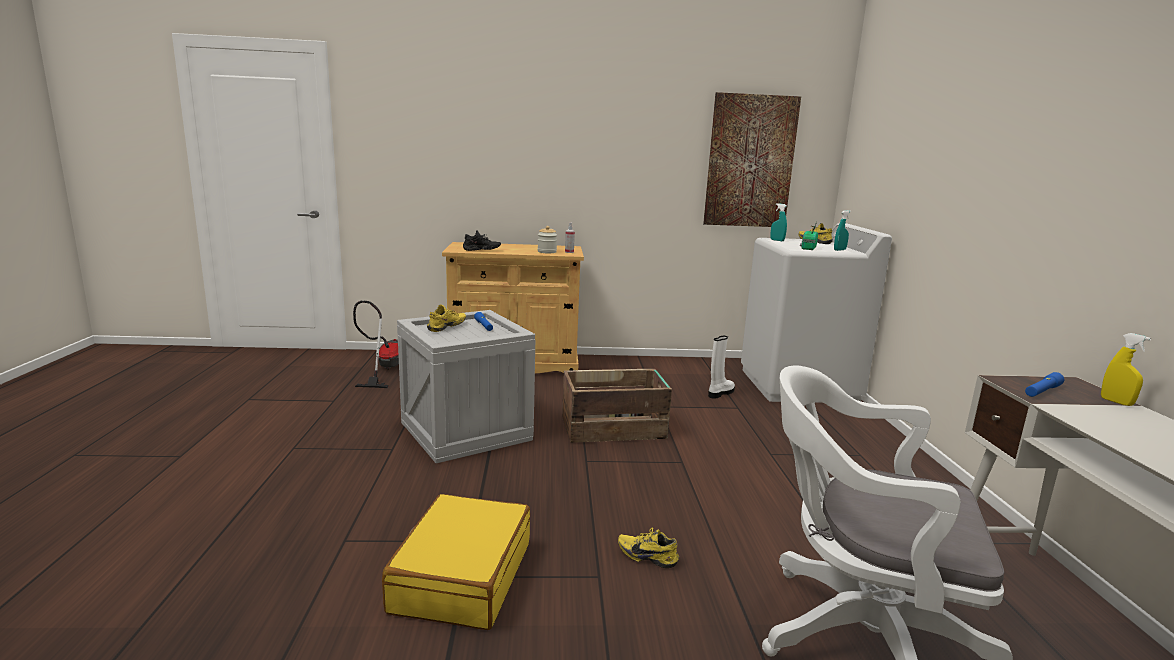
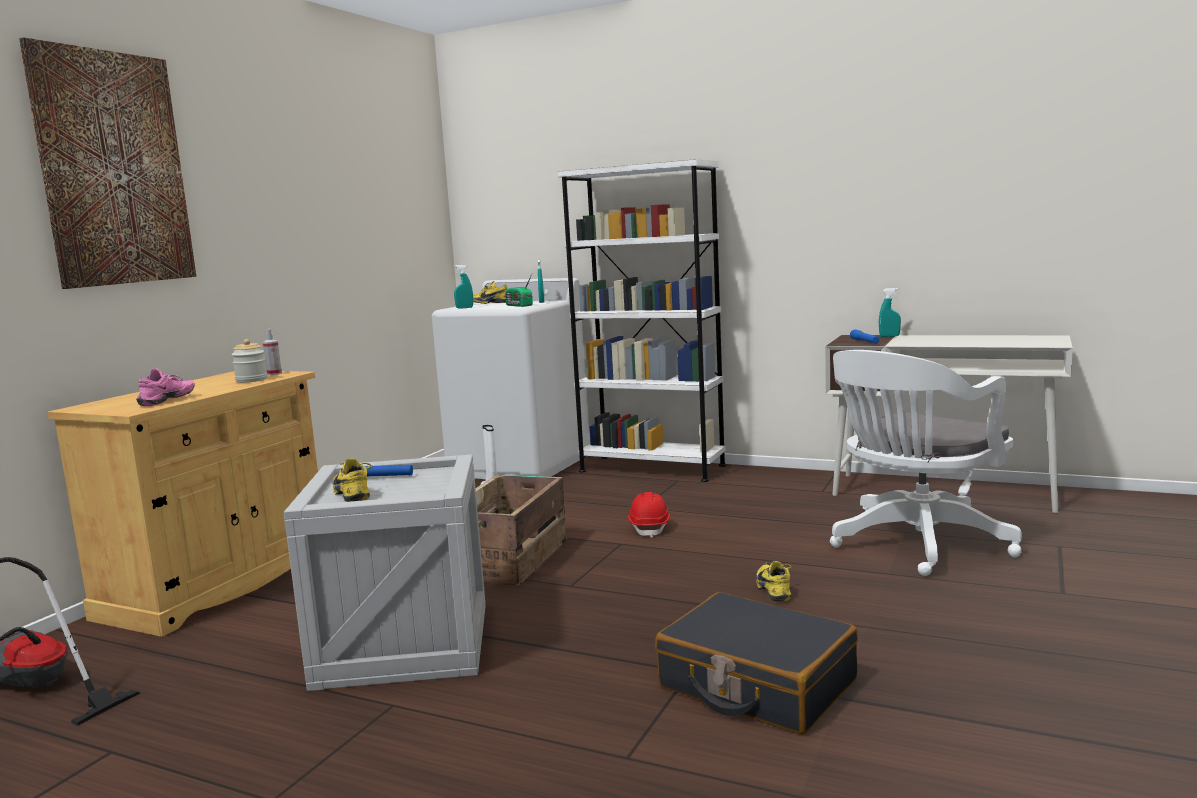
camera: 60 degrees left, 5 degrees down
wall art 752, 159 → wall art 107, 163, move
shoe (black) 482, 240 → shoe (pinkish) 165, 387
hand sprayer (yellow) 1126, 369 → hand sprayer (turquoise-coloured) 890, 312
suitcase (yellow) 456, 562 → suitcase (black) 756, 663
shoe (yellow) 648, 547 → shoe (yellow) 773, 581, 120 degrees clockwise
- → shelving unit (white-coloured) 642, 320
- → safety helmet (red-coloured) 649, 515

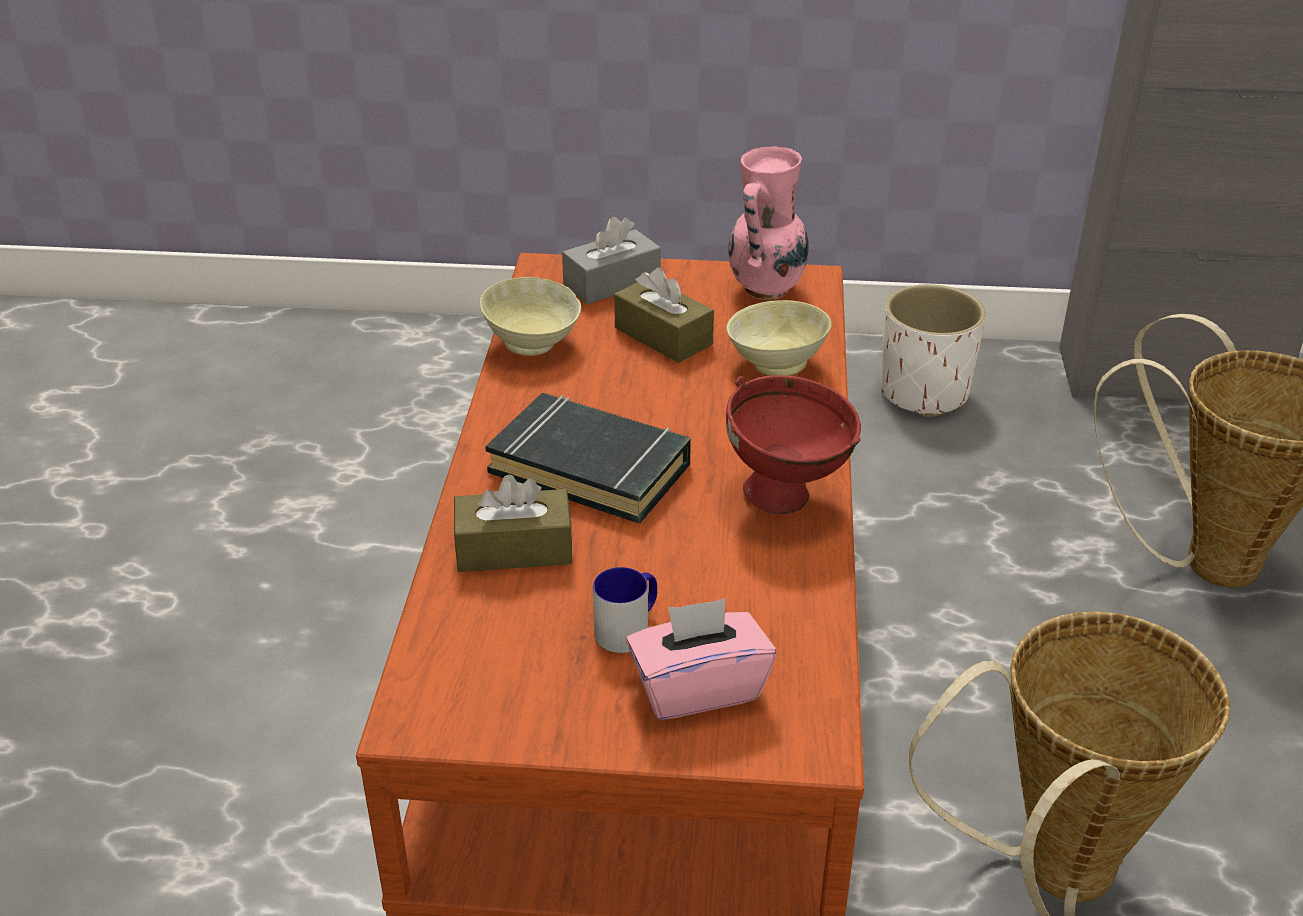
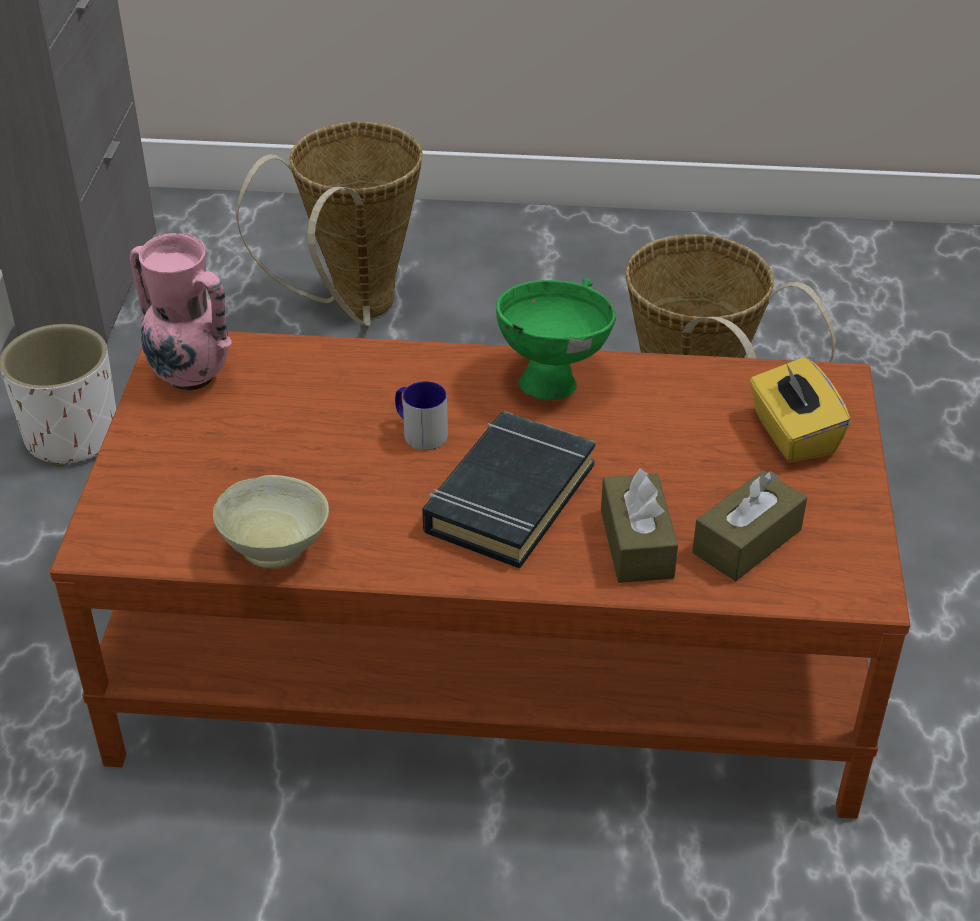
camera: 90 degrees left, 5 degrees up
box of tissues (grey) 611, 260 → -
box of tissues (brownish) 664, 315 → box of tissues (brownish) 749, 525, move
bowl (sand-coloured) 779, 338 → -
bowl (red-coloured) 793, 444 → bowl (greenish) 556, 339
coffee mug 625, 610 → coffee mug 421, 415, move
box of tissues (pinkish) 701, 659 → box of tissues (yellow) 800, 410

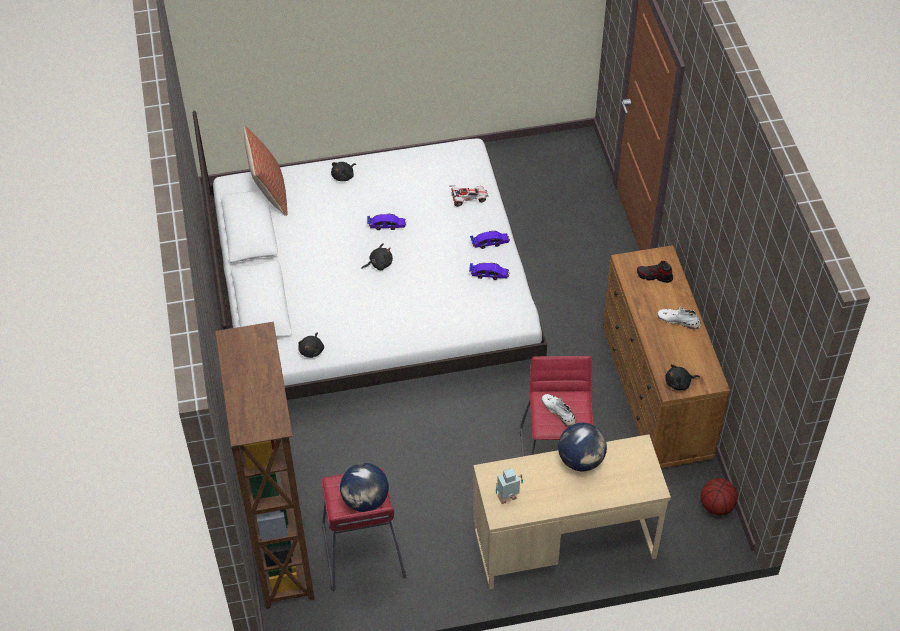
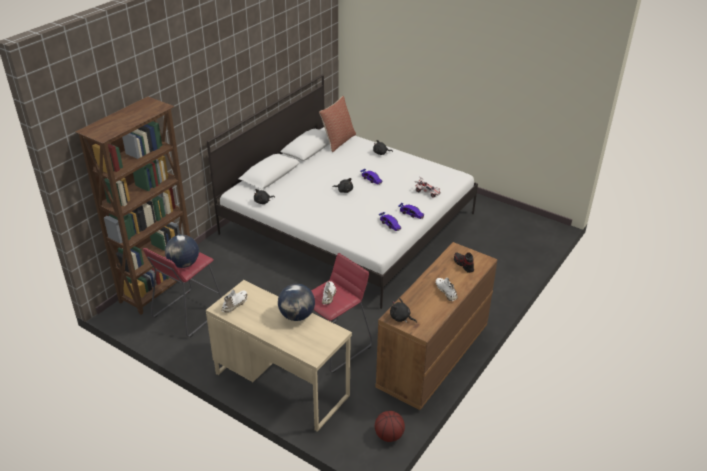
camera: 45 degrees right, 15 degrees down
robot figure 509, 486 → shoe (white-coloured) 234, 301

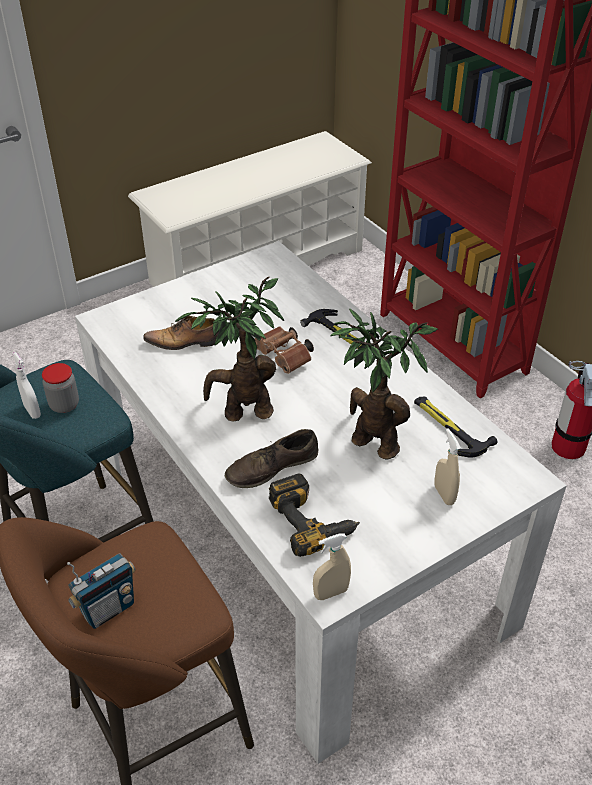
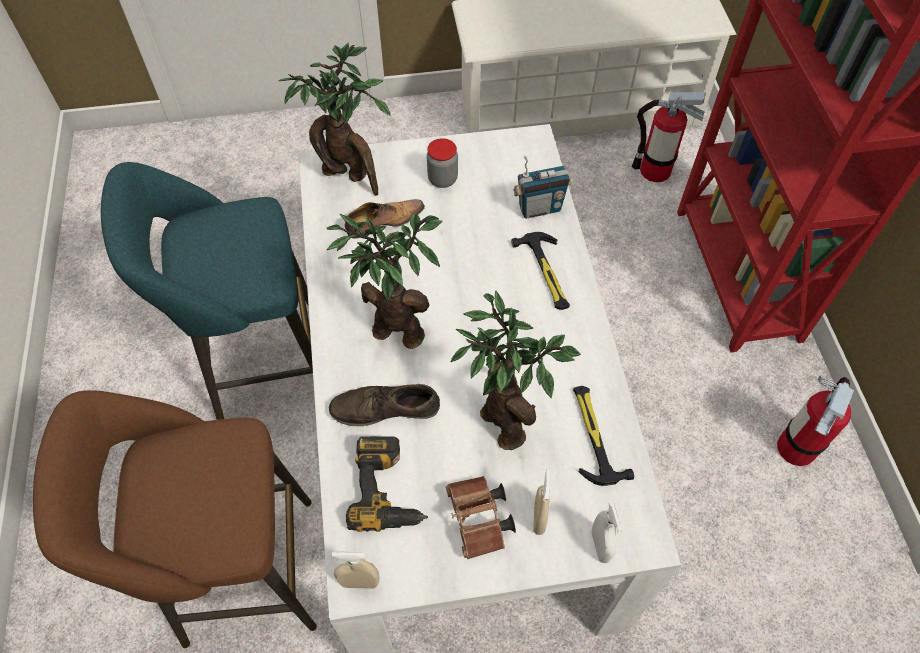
camera: 25 degrees right, 15 degrees up
shoe 181, 333 → shoe 385, 219, 135 degrees clockwise
pair of binoculars (brownish) 284, 350 → pair of binoculars (brownish) 481, 517, move
hand sprayer (white-coloured) 26, 385 → hand sprayer (white-coloured) 606, 532, move
jar 60, 388 → jar 442, 163, move
radio 101, 591 → radio 542, 187, move
- → plant in a pot 334, 119
- → fire-fighting cylinder 669, 137

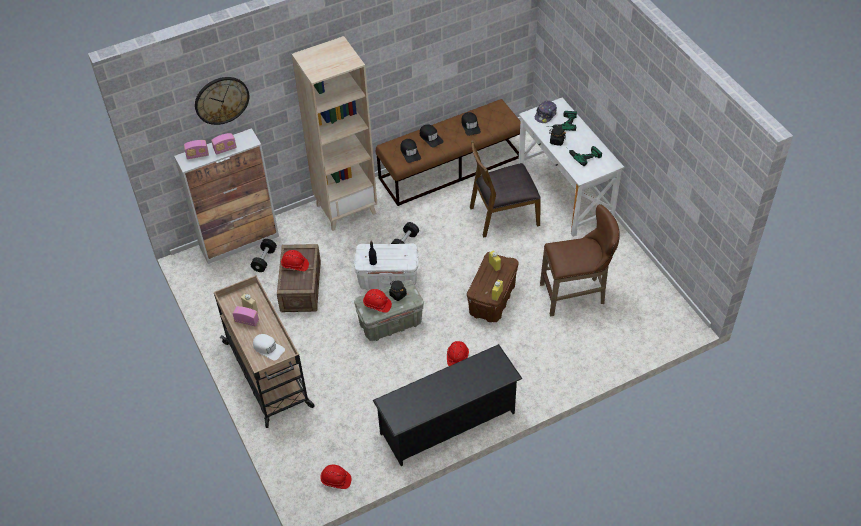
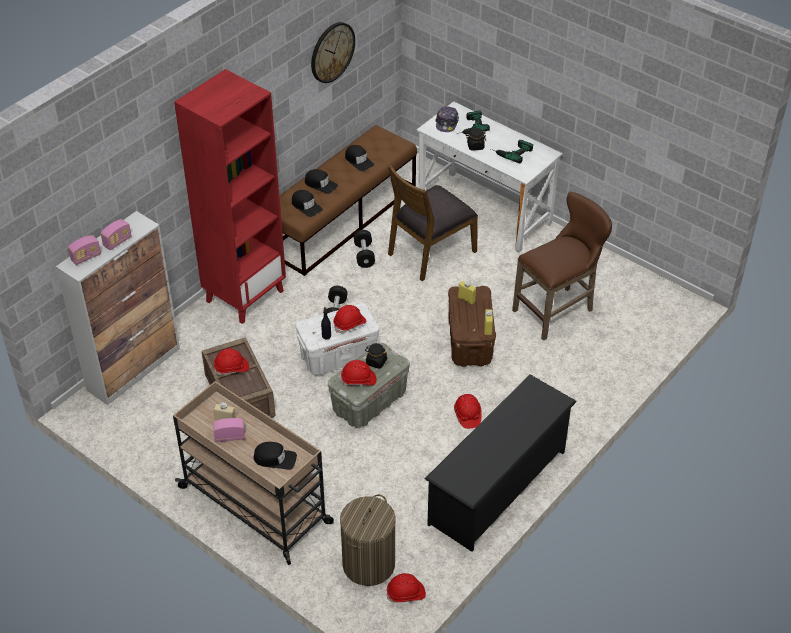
camera: 25 degrees left, 5 degrees down
shelving unit (sand-coloured) 334, 133 → shelving unit (red-coloured) 230, 196
wall clock 222, 101 → wall clock 333, 52, move
free weight (black) 263, 255 → free weight (black) 364, 249, move
baseball cap (white-coloured) 269, 347 → baseball cap (black) 275, 456
- → safety helmet (red-coloured) 350, 319
- → hamper 368, 540

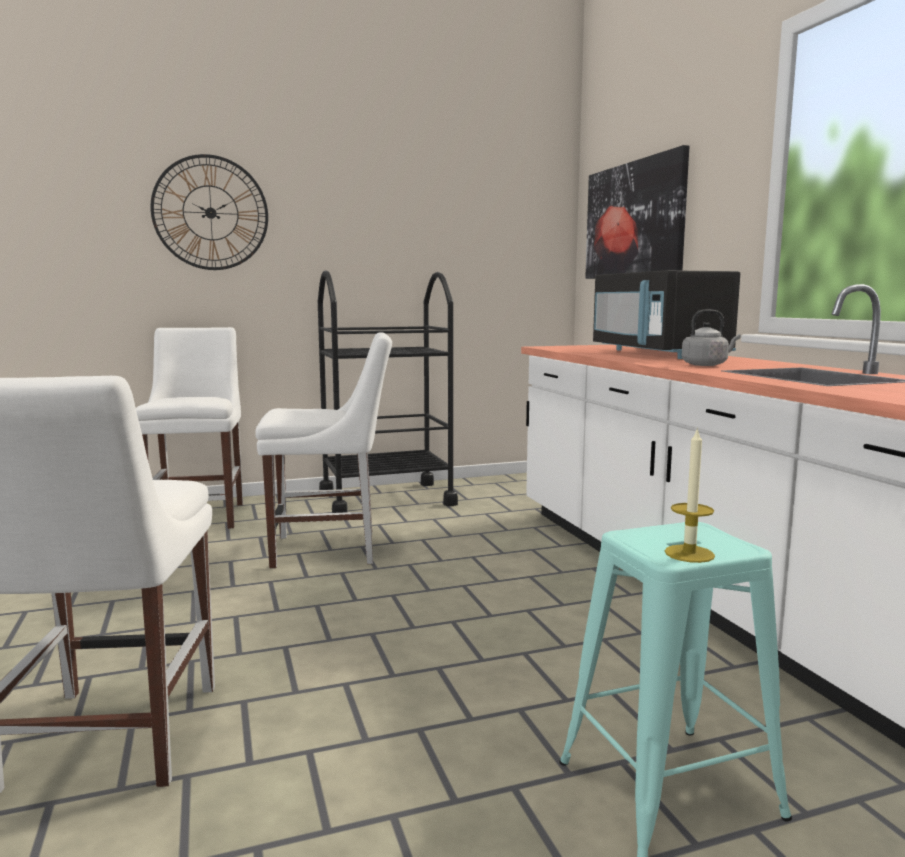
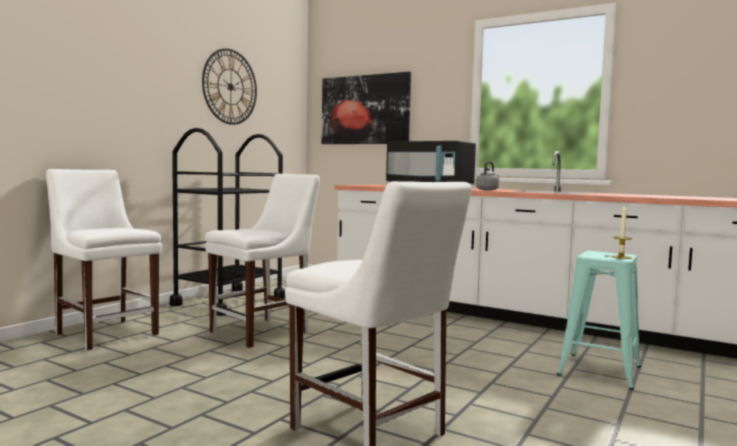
camera: 40 degrees left, 5 degrees down
wall clock 209, 212 → wall clock 229, 86, move

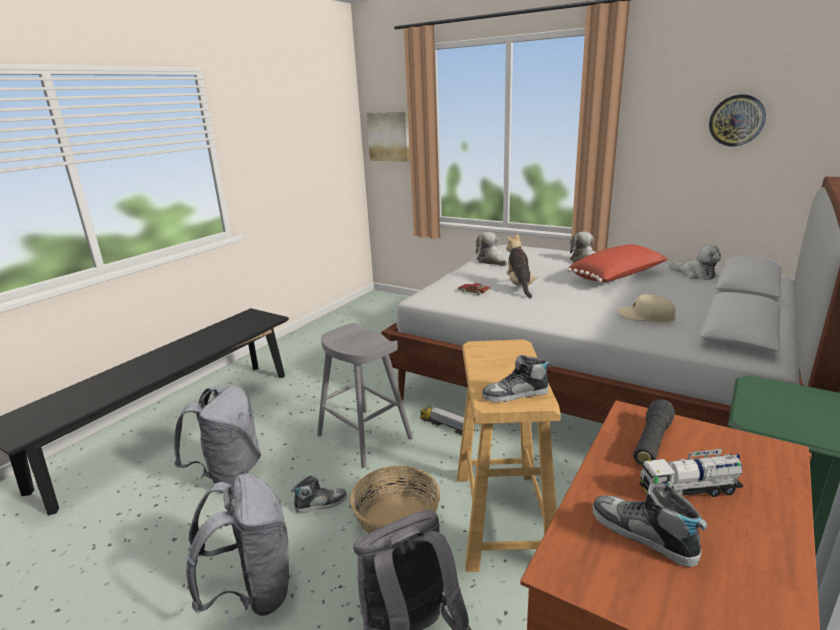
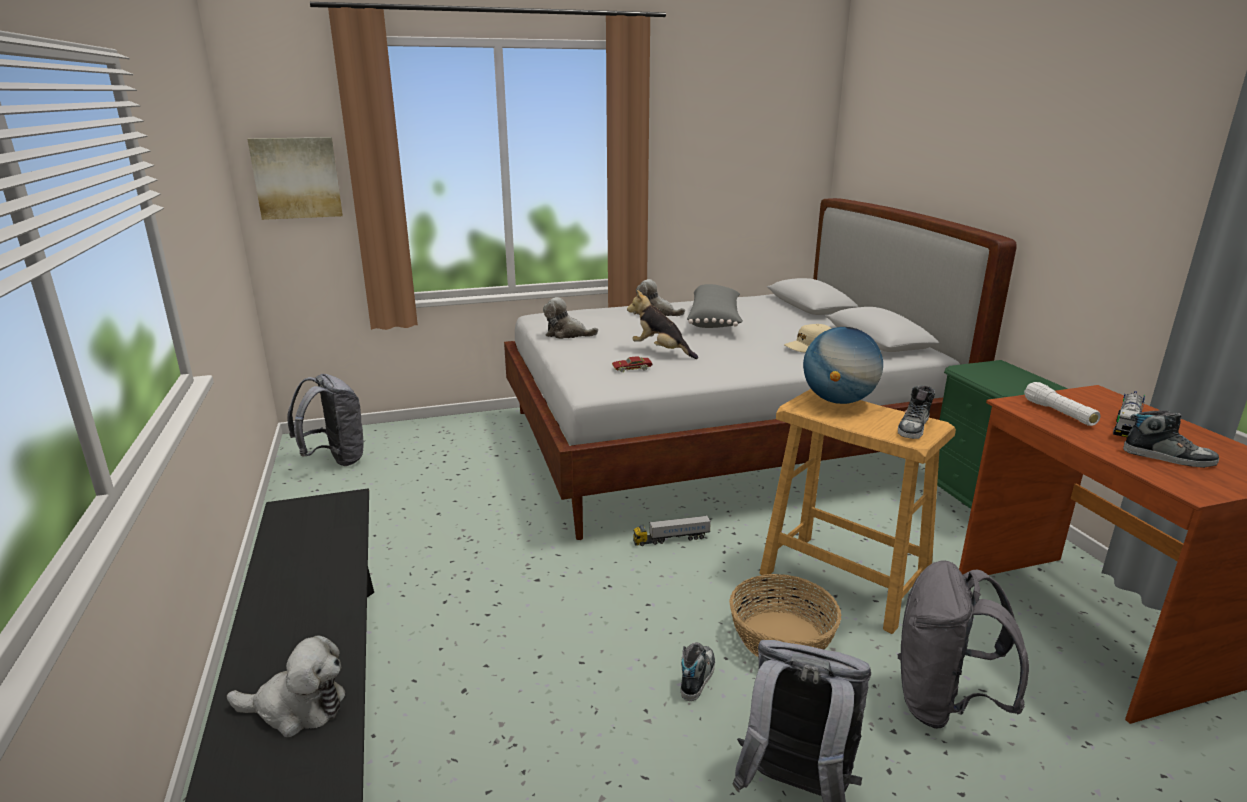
camera: 50 degrees left, 0 degrees up
wall clock 737, 120 → -
pillow (red-coloured) 617, 263 → pillow (grey) 715, 306
plush toy 695, 262 → plush toy 286, 686, move
stool (grey) 365, 395 → -
knapsack (grey) 217, 435 → knapsack (grey) 325, 420, move
hand torch (black) 654, 432 → hand torch (white-coloured) 1062, 404
shoe 649, 525 → shoe 1171, 439, 150 degrees counterclockwise
- → globe 843, 365

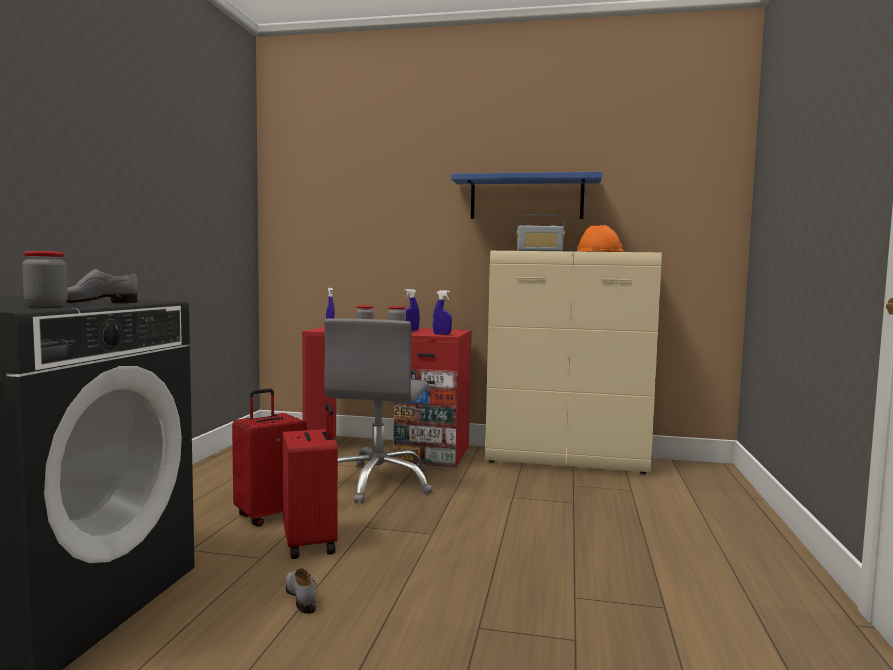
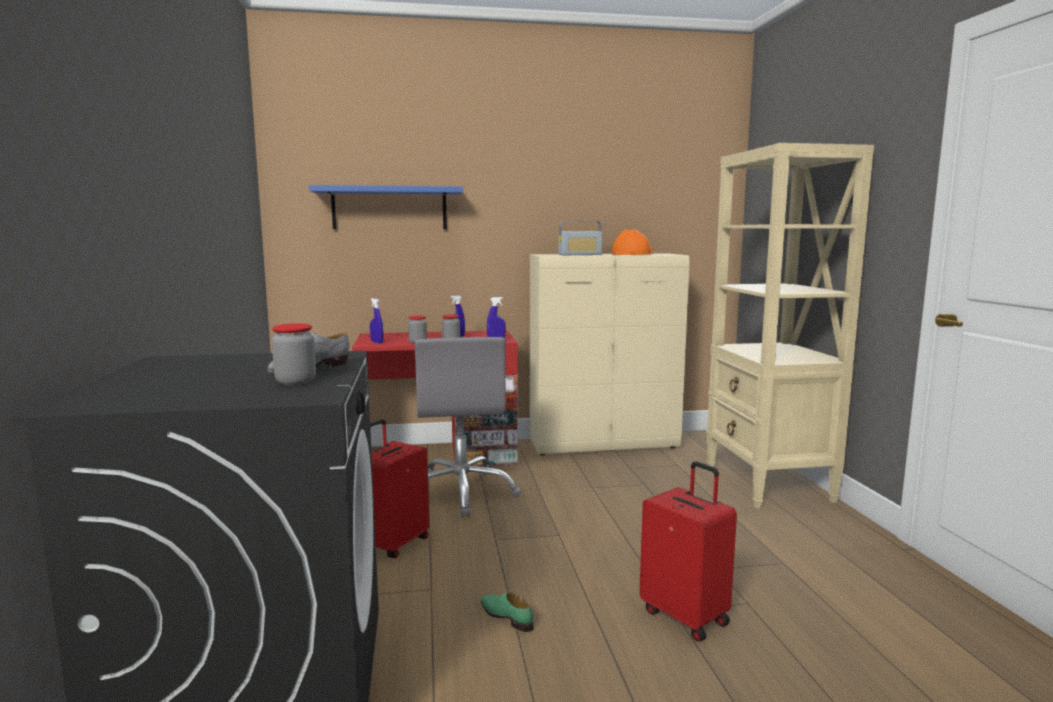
camera: 20 degrees left, 5 degrees up
shelf (blue-coloured) 526, 195 → shelf (blue-coloured) 386, 207, move
suitcase (red-coloured) 310, 481 → suitcase (red-coloured) 688, 551, move
shoe (grey) 301, 591 → shoe (greenish) 507, 612
- → shelving unit (sand-coloured) 790, 325

